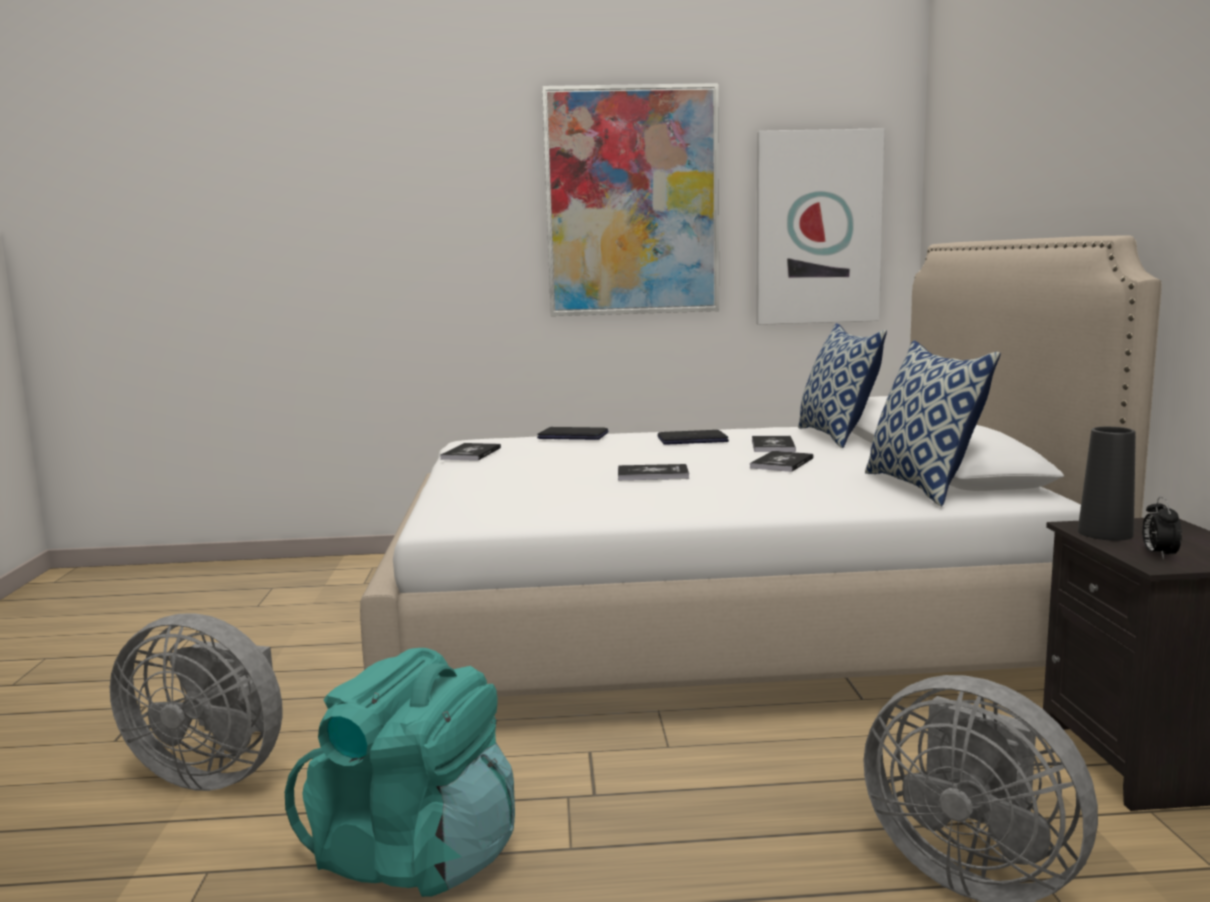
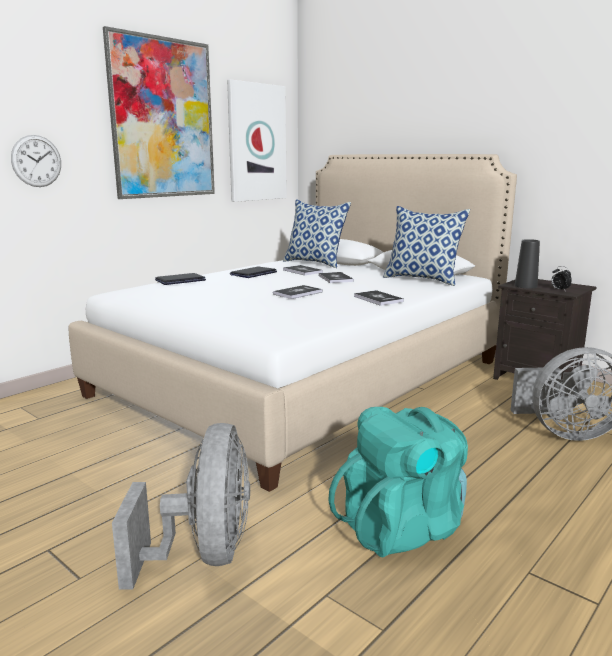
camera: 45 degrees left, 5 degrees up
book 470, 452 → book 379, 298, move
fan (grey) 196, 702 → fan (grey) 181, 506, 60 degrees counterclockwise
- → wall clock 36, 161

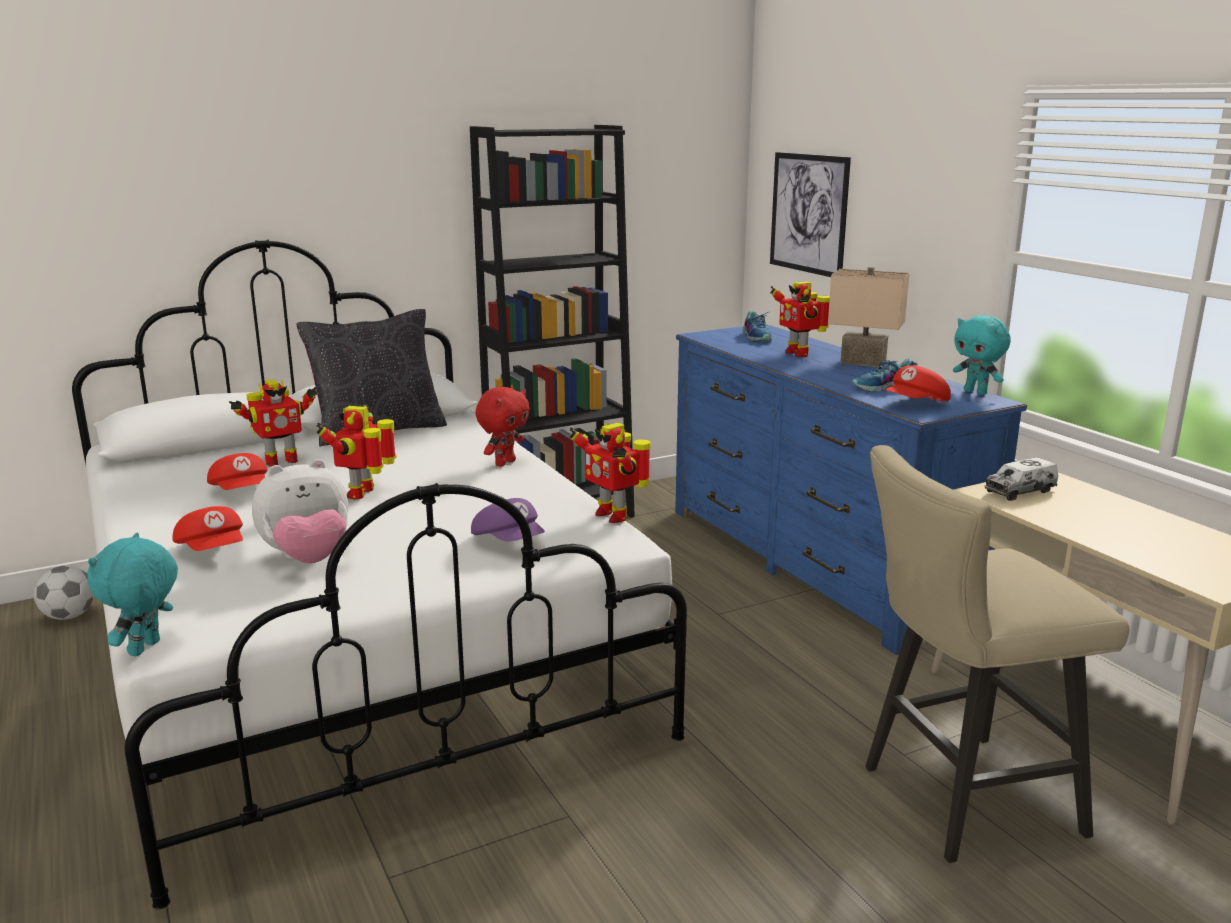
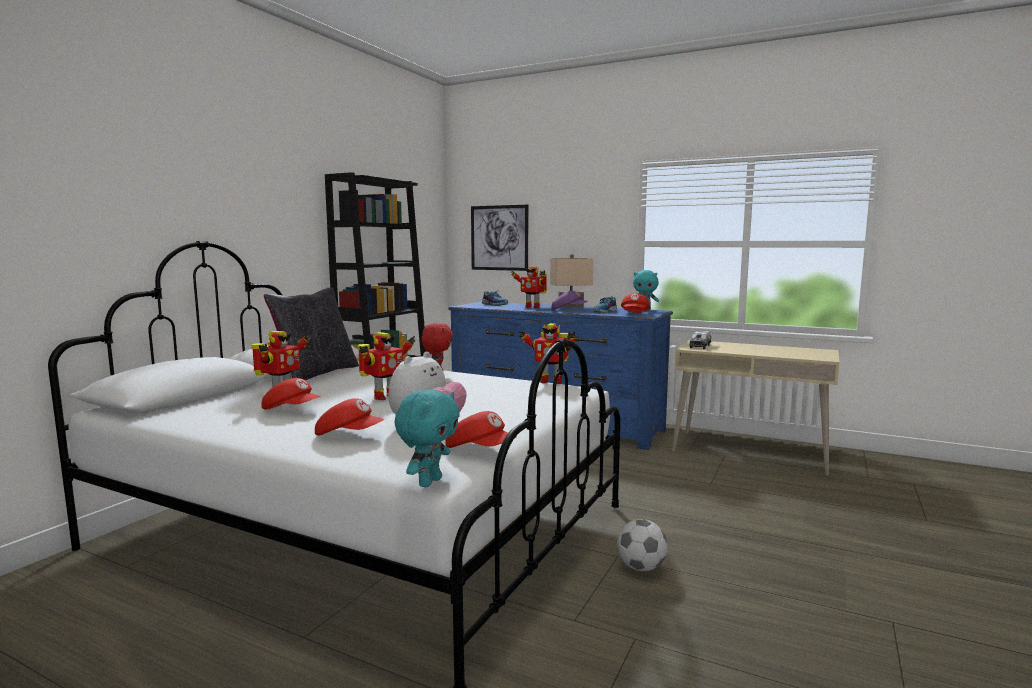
camera: 35 degrees left, 10 degrees down
robot figure 356, 451 → robot figure 386, 366, 120 degrees counterclockwise
stool (sand-coloured) 997, 654 → -
baseball cap (purplish) 508, 520 → baseball cap (purplish) 569, 300, move
plush toy (turquoise-coloured) 132, 594 → plush toy (turquoise-coloured) 427, 438, 135 degrees counterclockwise
ball for football 64, 592 → ball for football 642, 545, move
- → baseball cap (red-coloured) 481, 429

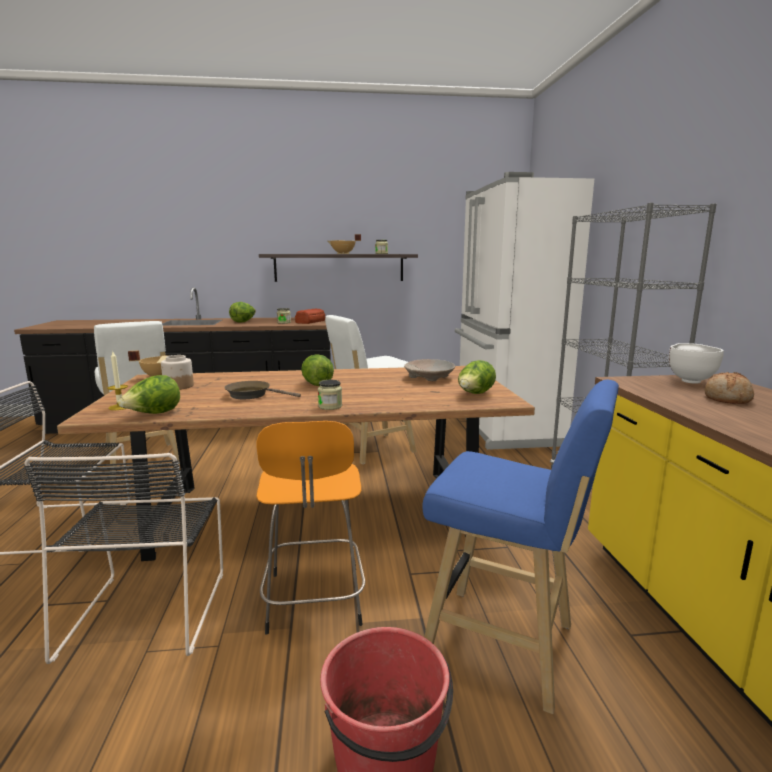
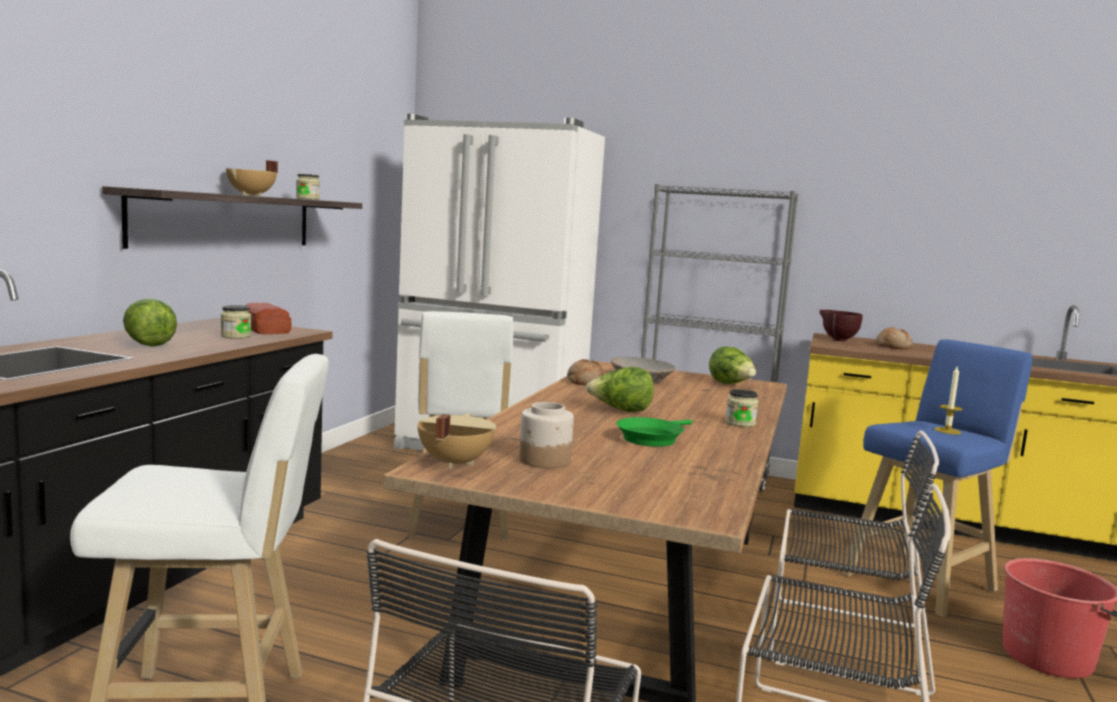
camera: 65 degrees left, 5 degrees down
bowl (white-coloured) 696, 363 → bowl (brownish) 840, 325
candle 117, 381 → candle 948, 399, move
head of lettuce 149, 394 → -
skillet (brownish) 262, 390 → skillet (greenish) 654, 432
stool (orange-coloured) 310, 528 → chair (black) 854, 563
- → bread 586, 372

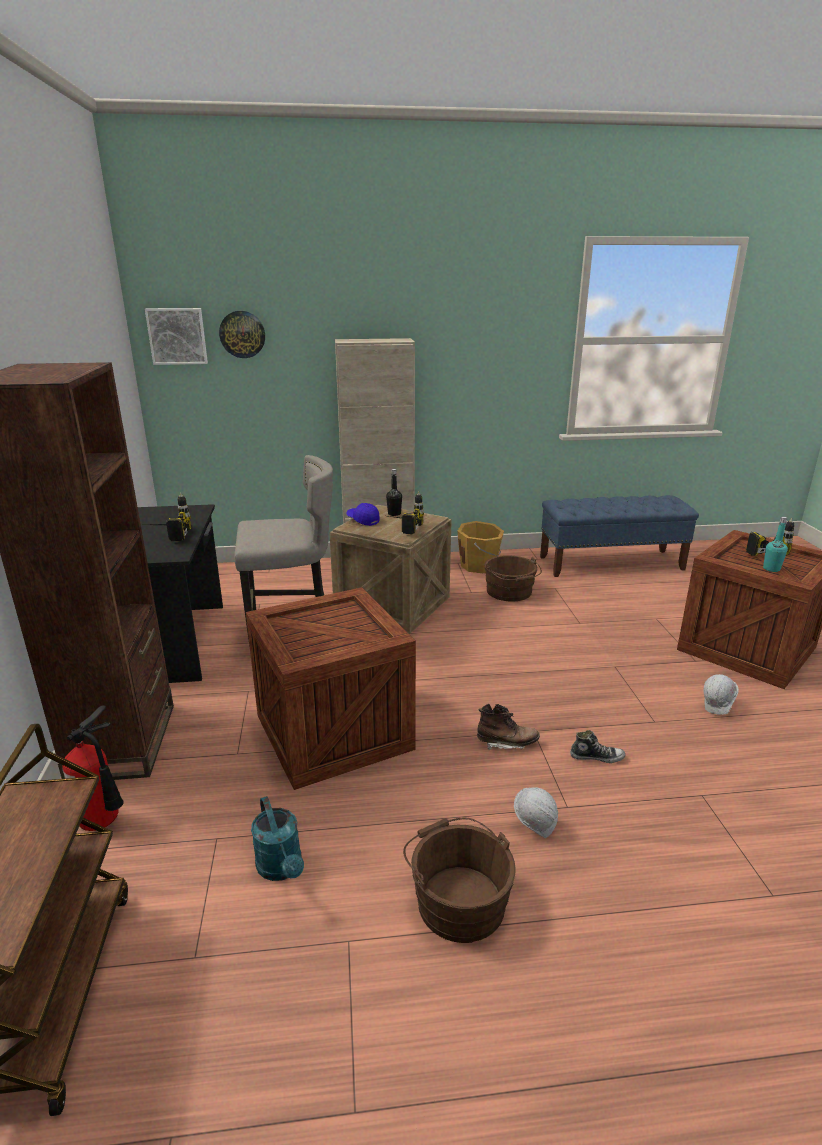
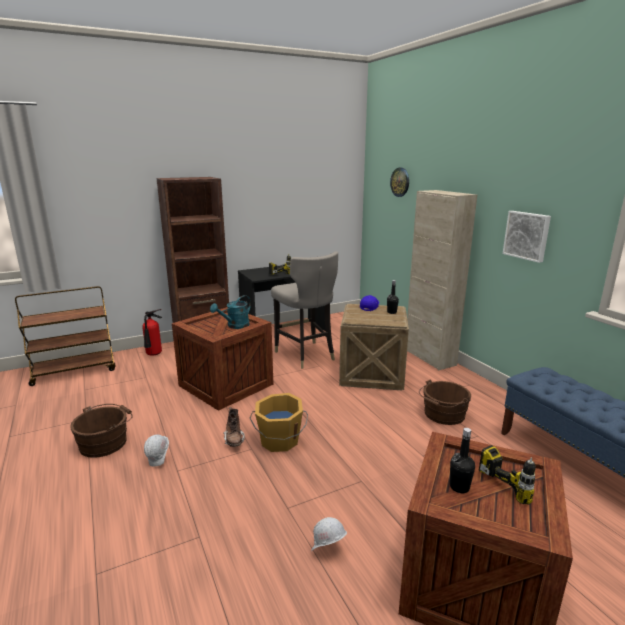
camera: 70 degrees right, 5 degrees down
wall art 176, 336 → wall art 527, 237, move
electric drill 403, 513 → -
bottle (turquoise-coloured) 775, 544 → bottle (black) 462, 460
bucket (orange-coloured) 480, 547 → bucket (orange-coloured) 279, 422, move
shoe 597, 746 → -
watering pot (turquoise-coloured) 277, 838 → watering pot (turquoise-coloured) 230, 312, move

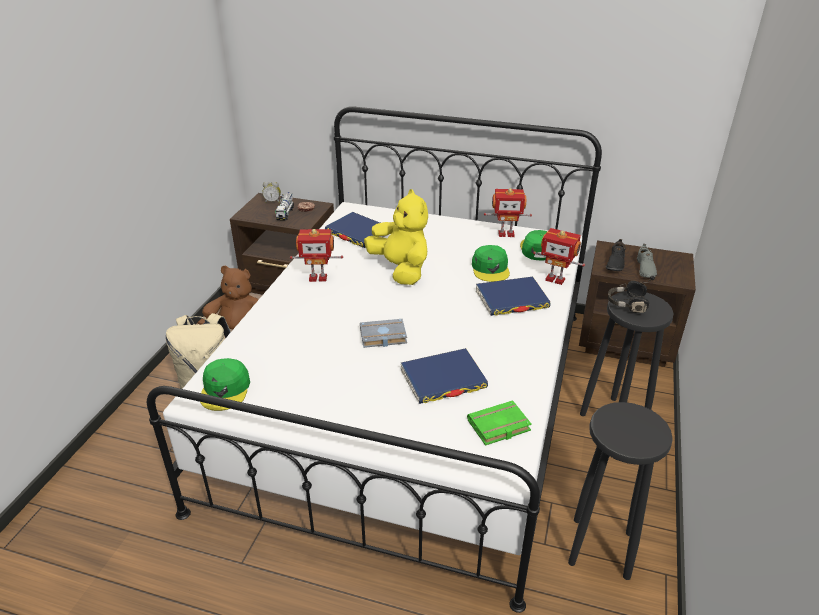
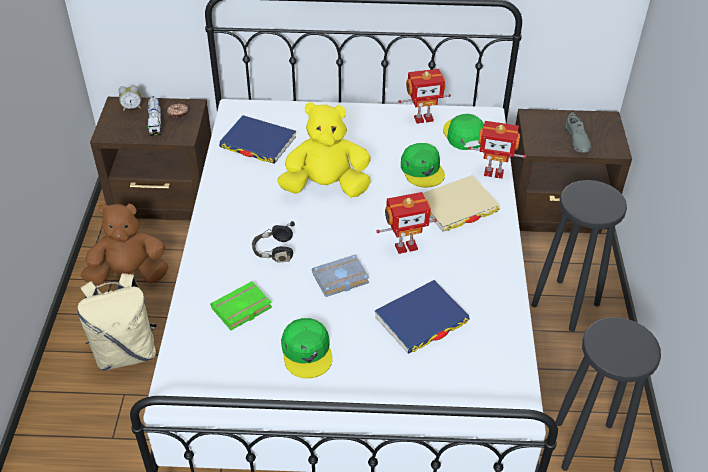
camera: 15 degrees left, 10 degrees up
plush toy (yellow) 396, 237 → plush toy (yellow) 324, 150, 45 degrees counterclockwise
robot figure 316, 255 → robot figure 406, 223, move
shoe (black) 616, 255 → -
headphones (black) 631, 294 → headphones (black) 273, 241, move
book (blue-coloured) 513, 296 → book (sand-coloured) 461, 203
baseball cap (greenish) 225, 384 → baseball cap (greenish) 306, 348, move
book (greenish) 499, 423 → book (greenish) 241, 305, move

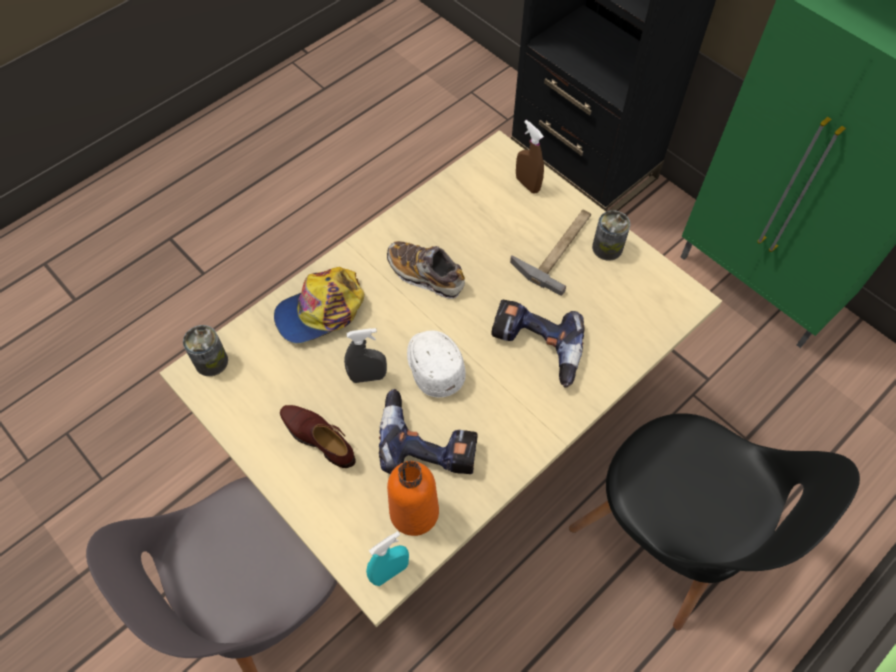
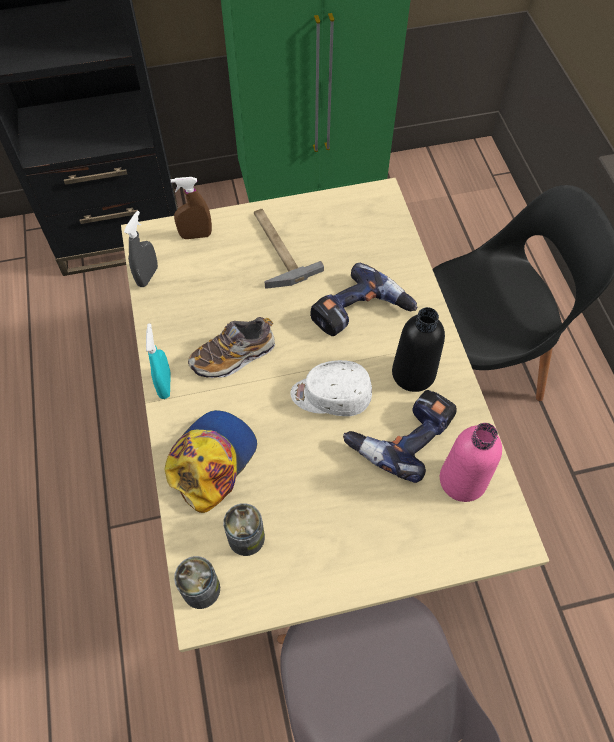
camera: 60 degrees left, 0 degrees up
metal can 611, 235 → metal can 244, 529, move
baseball cap 319, 305 → baseball cap 211, 461, 150 degrees counterclockwise
hand sprayer (grey) 365, 355 → hand sprayer (grey) 141, 249, move
shoe (brownish) 318, 436 → -
bottle (orange-coloured) 413, 498 → bottle (pinkish) 471, 462
hand sprayer (turquoise-coloured) 387, 558 → hand sprayer (turquoise-coloured) 158, 361, move
- → bottle (black) 418, 349

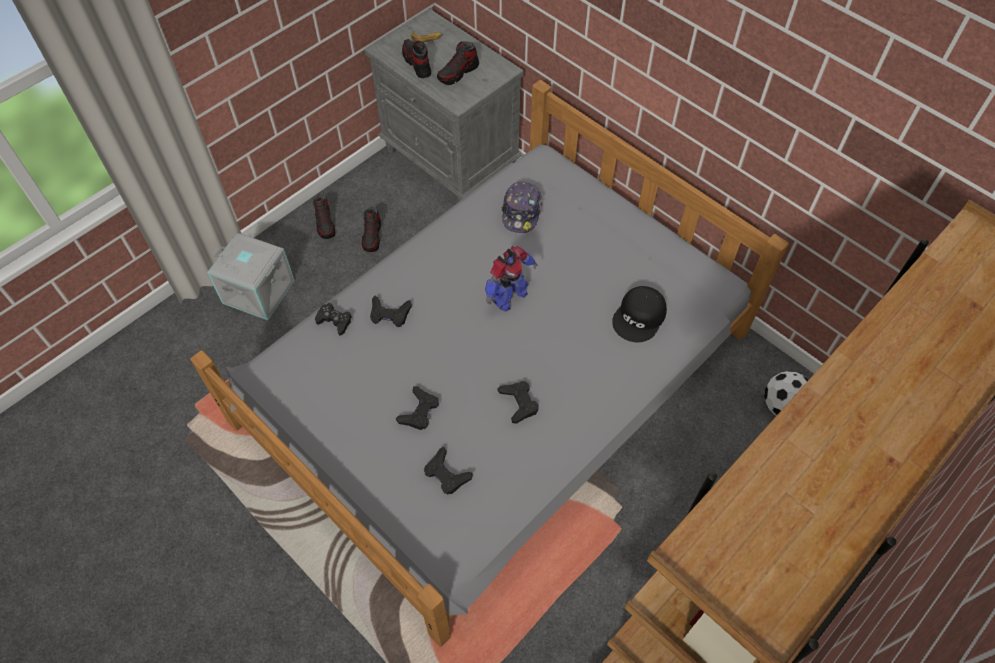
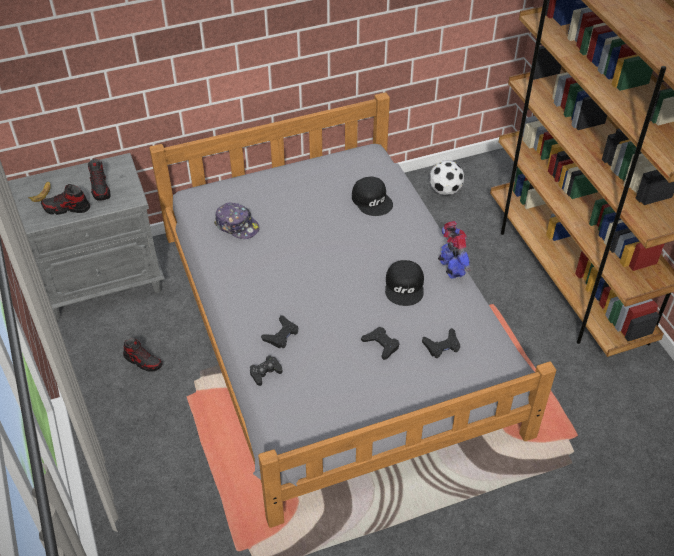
camera: 65 degrees left, 10 degrees down
shoe 324, 217 → -
storage bin (grey) 251, 276 → -
robot figure 511, 279 → robot figure 454, 250, move
gamepad (black) 518, 402 → baseball cap (black) 404, 283

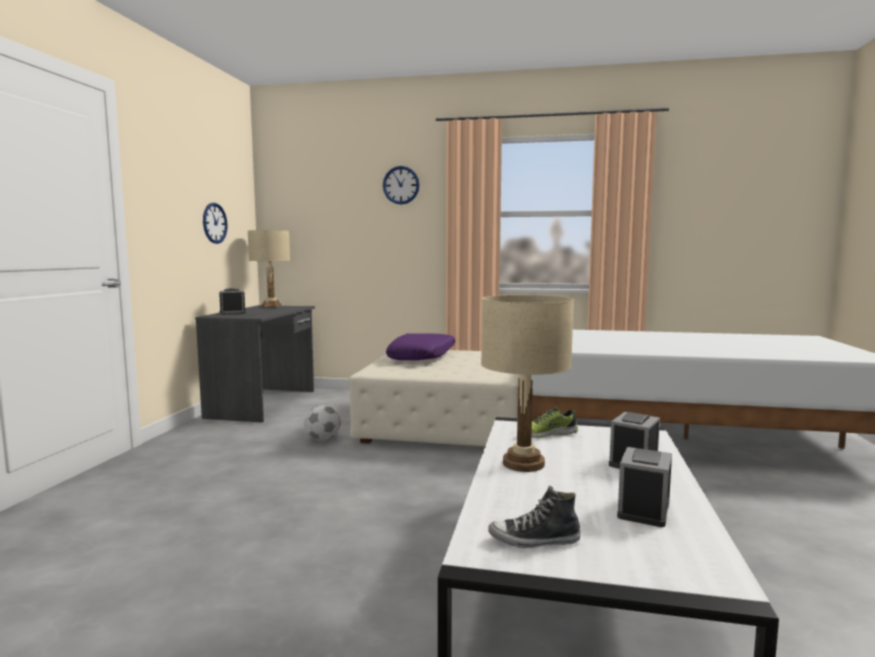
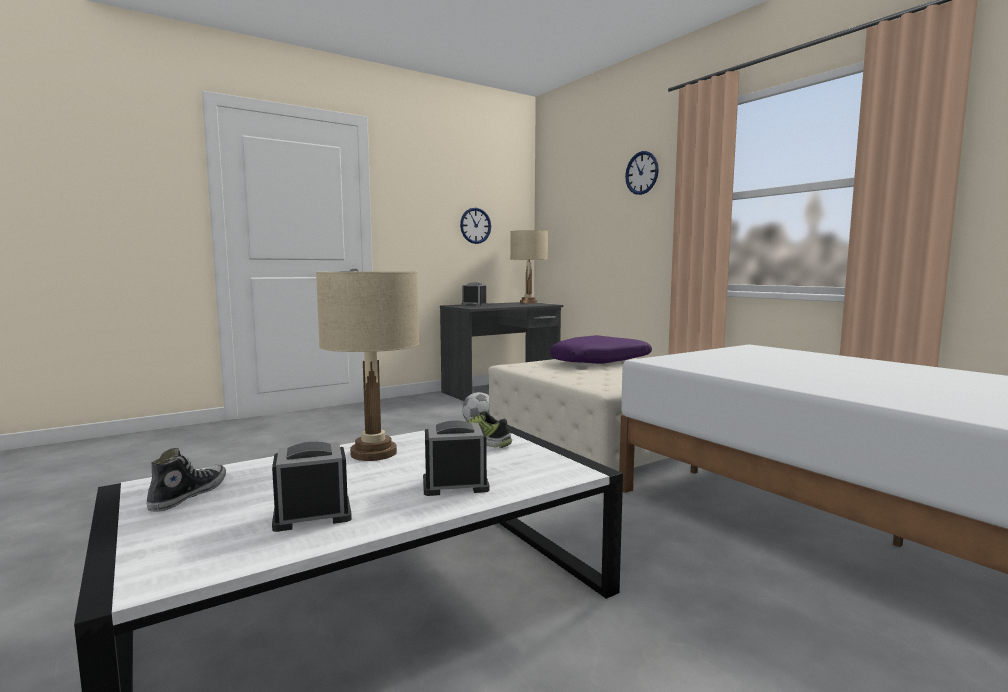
camera: 45 degrees right, 0 degrees up
shoe 534, 517 → shoe 186, 480, 60 degrees clockwise

